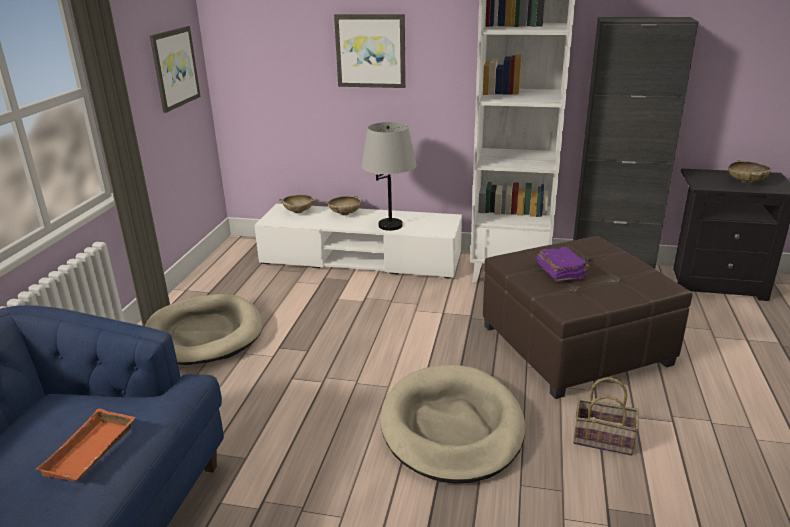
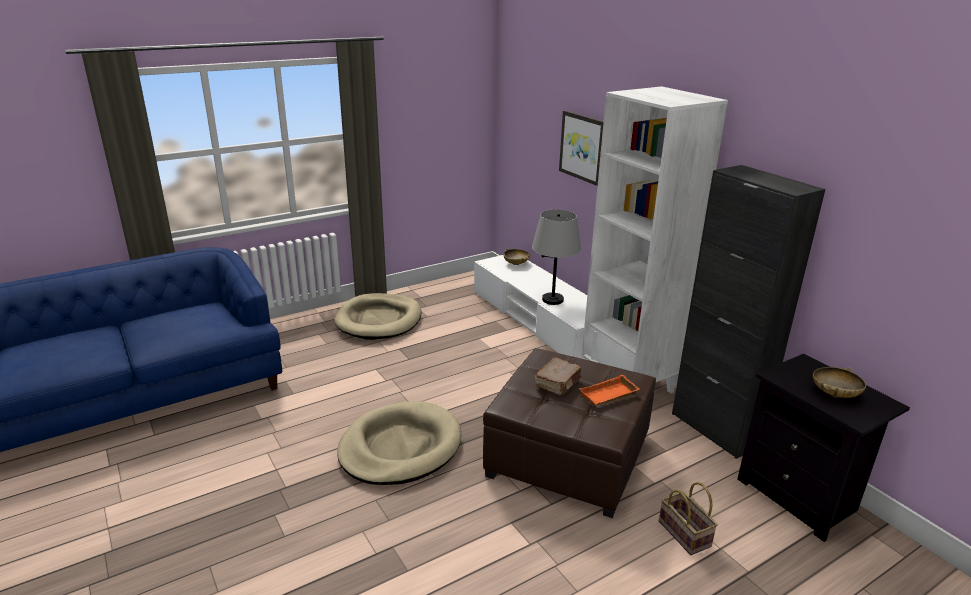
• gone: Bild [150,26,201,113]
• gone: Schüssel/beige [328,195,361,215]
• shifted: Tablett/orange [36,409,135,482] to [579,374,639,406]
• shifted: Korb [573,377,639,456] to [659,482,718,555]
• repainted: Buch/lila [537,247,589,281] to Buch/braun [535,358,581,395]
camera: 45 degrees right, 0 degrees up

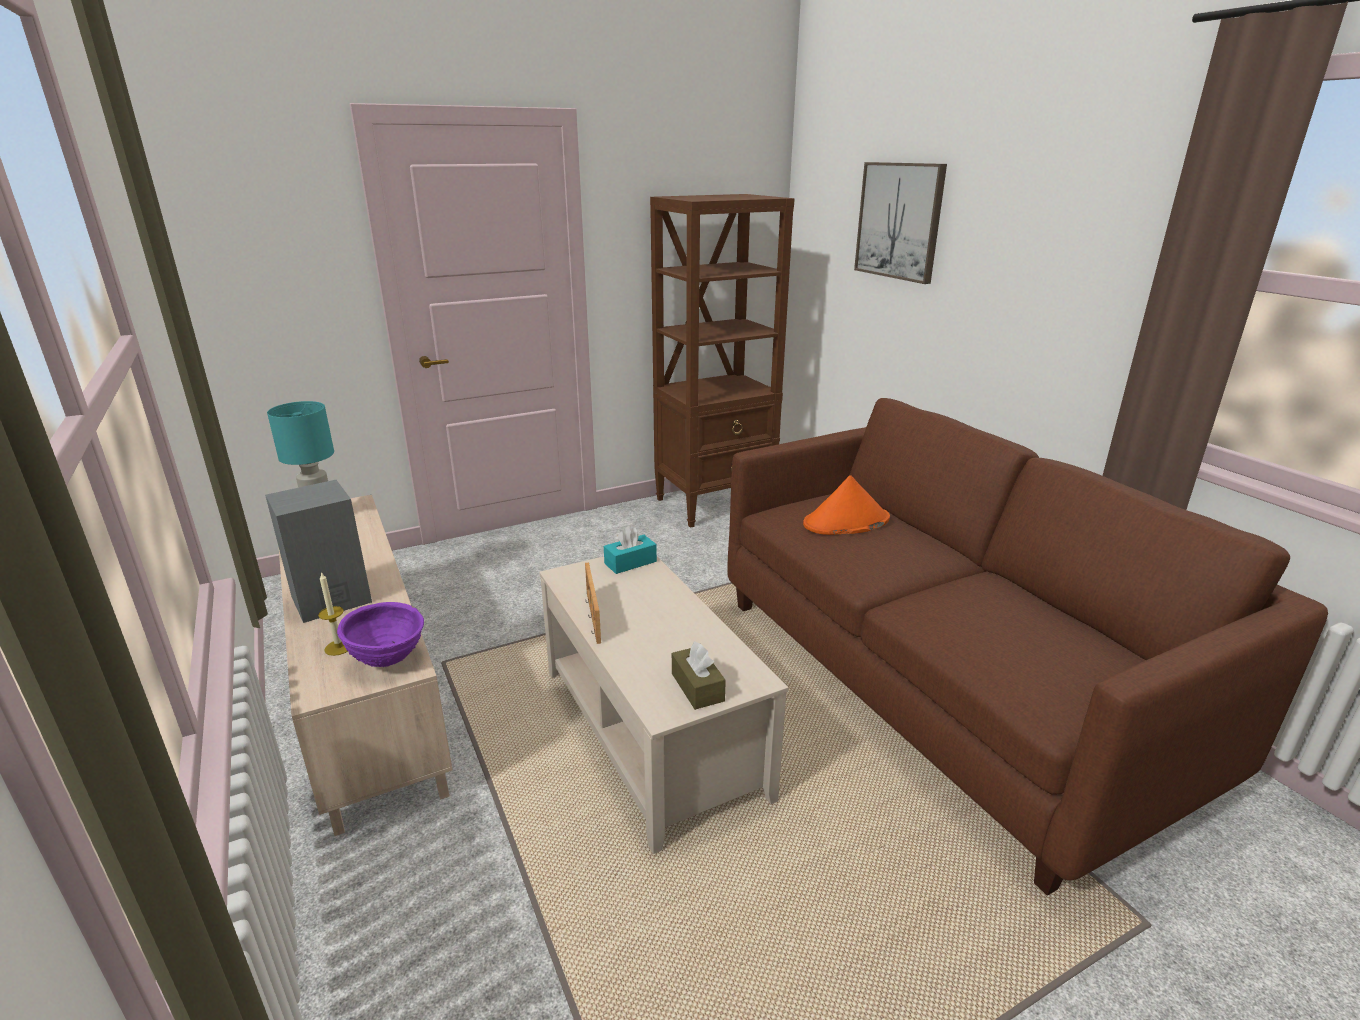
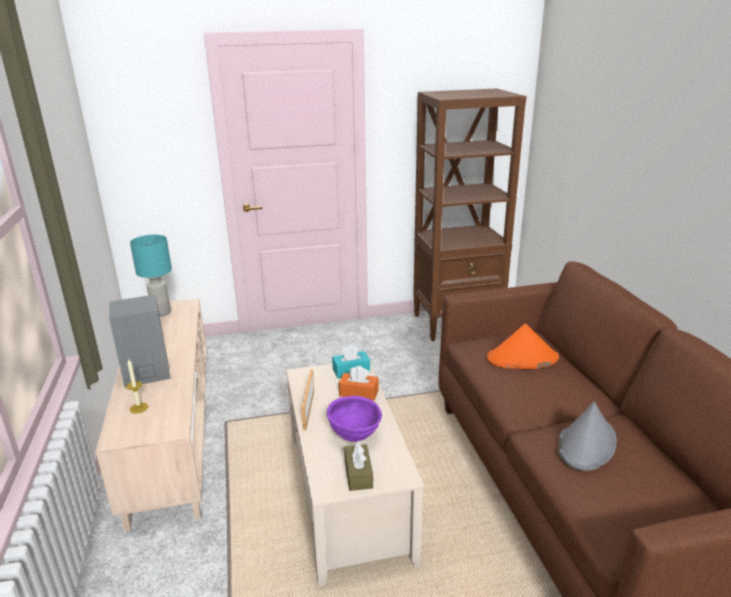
• gone: Bild [854,162,947,284]
• new: Taschentuchbox/orange [339,366,379,401]
• new: Hut/grau [558,402,617,471]
• shifted: Schüssel/lila [337,602,424,667] to [327,396,382,442]
camera: 15 degrees right, 0 degrees up

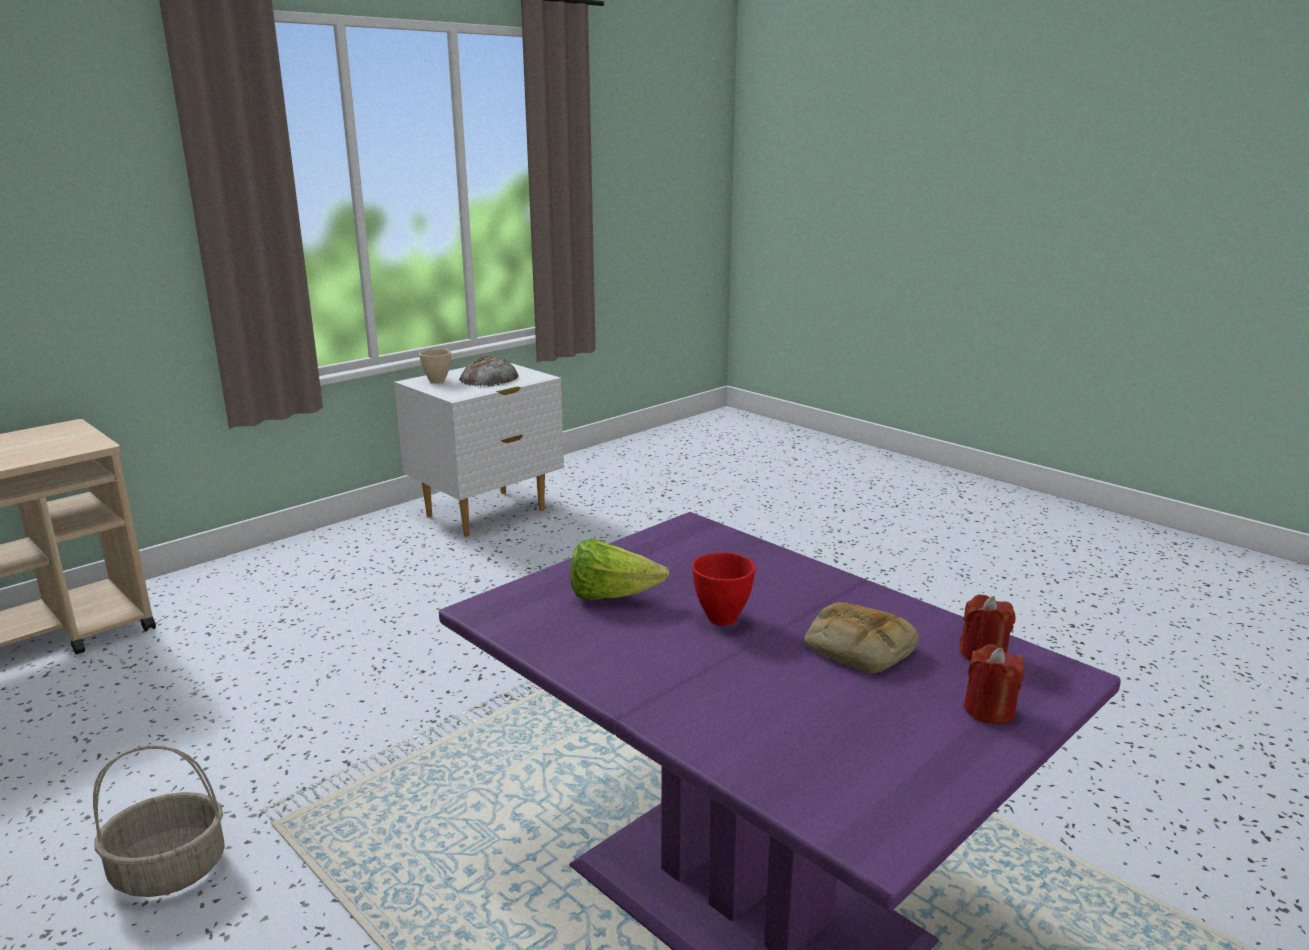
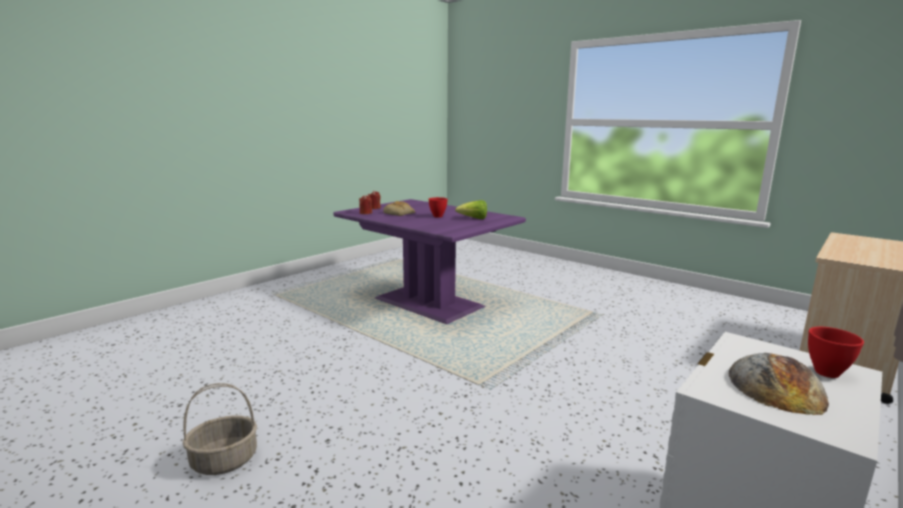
• shifted: Korb [93,745,225,897] to [183,383,257,475]
• repainted: Schüssel/beige [419,349,451,383] to Schüssel/rot [808,327,864,378]
camera: 175 degrees right, 5 degrees down

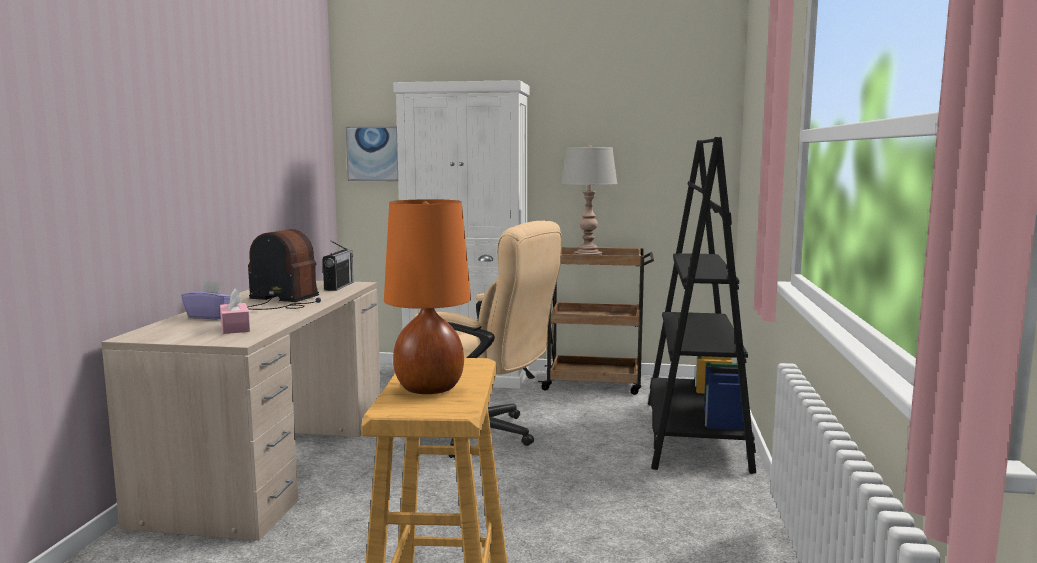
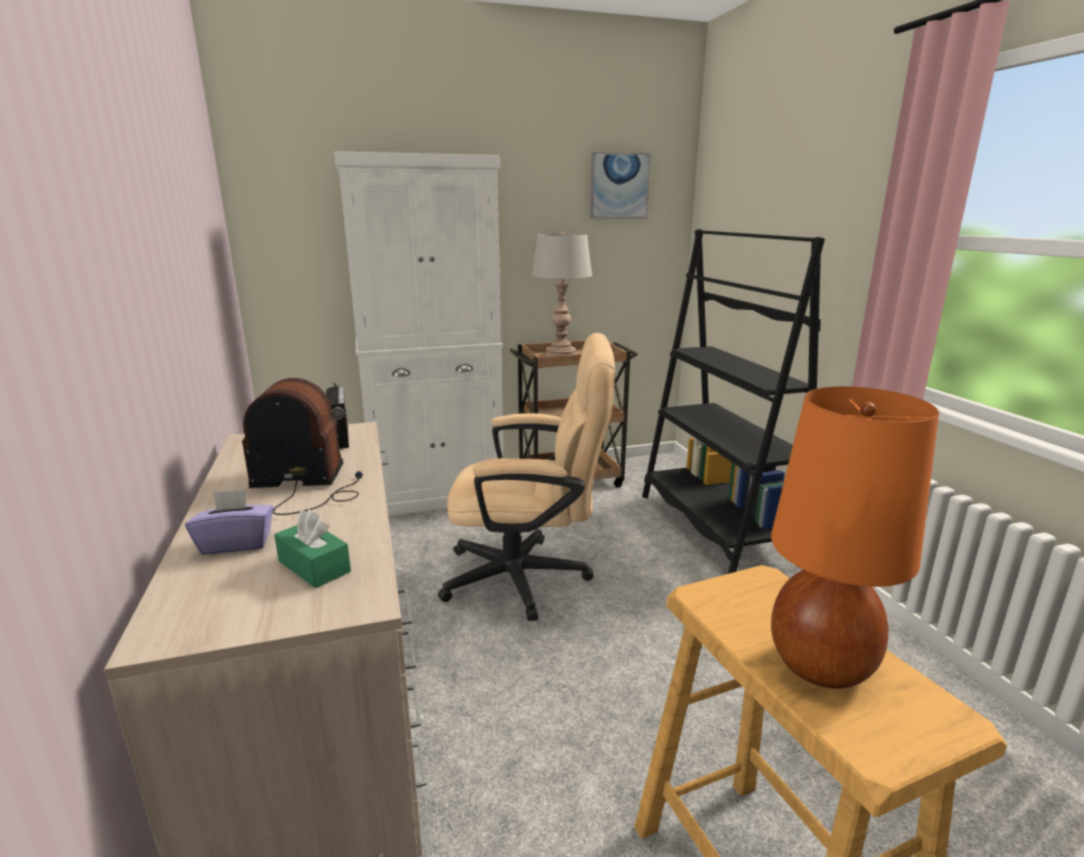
• shifted: Bild [346,126,398,181] to [590,152,650,218]
• repainted: Taschentuchbox/rosa [220,289,250,334] to Taschentuchbox/grün [274,509,351,588]
camera: 25 degrees left, 10 degrees up

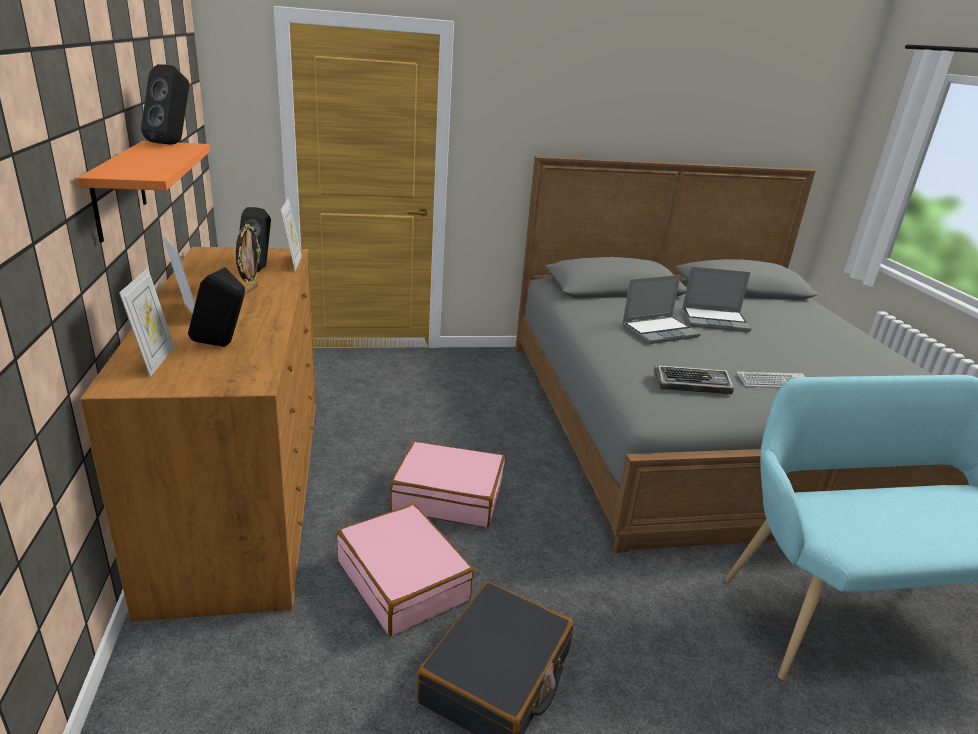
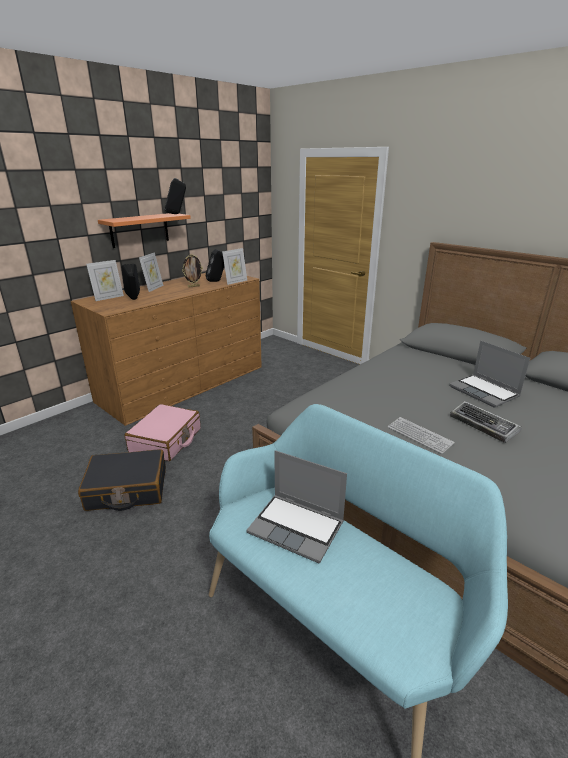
• gone: Koffer/rosa [390,441,505,527]
• shifted: Laptop [622,275,701,344] to [246,450,347,564]
• shifted: Tastatur [654,365,734,394] to [450,401,522,443]
camera: 55 degrees right, 0 degrees up

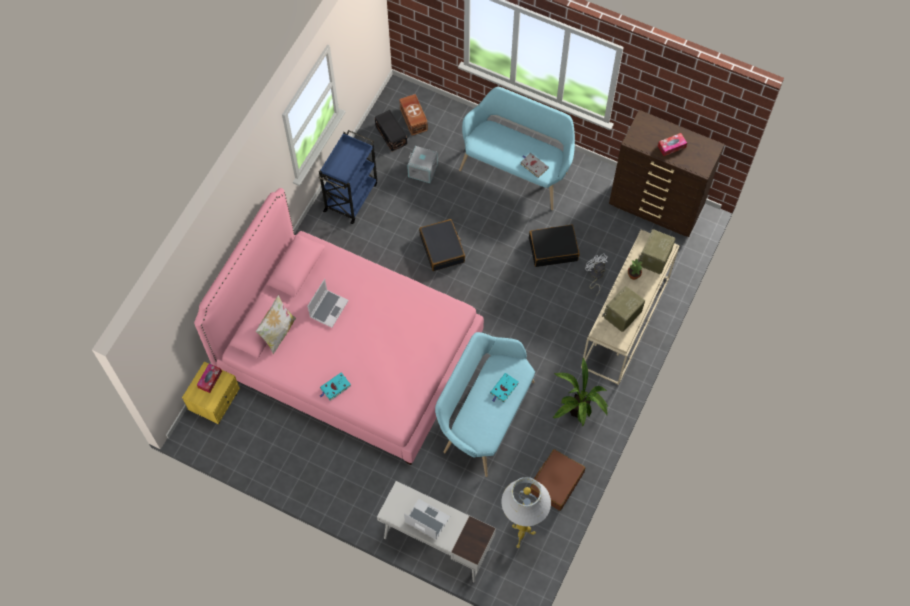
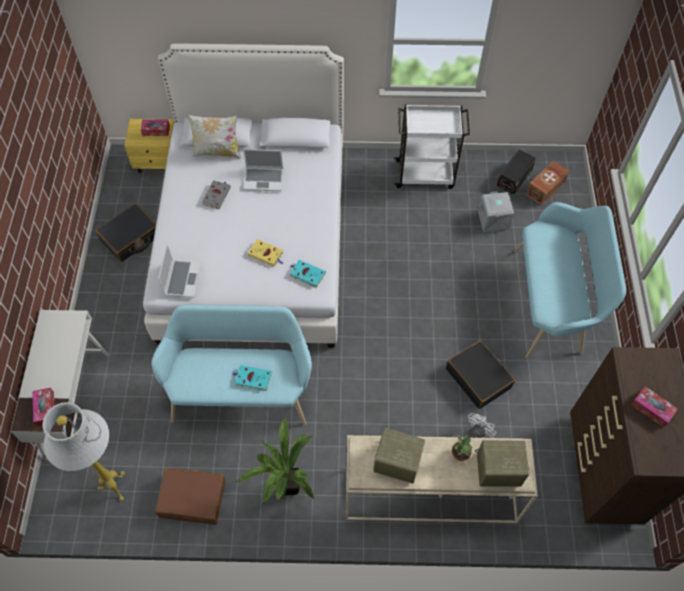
• new: Taschentuchbox [32,388,55,426]
• new: Buch/gelb [248,239,284,267]
• shifted: Buch/türkis [320,373,351,401] to [289,260,326,288]
• shifted: Laptop [404,499,450,540] to [158,244,202,298]
• shifted: Koffer/schwarz [419,219,465,271] to [95,204,156,262]
• shifted: Buch/grau [521,153,549,178] to [202,180,231,209]
• repainted: Bett/rosa [194,188,484,465] to Bett/weiß [143,43,344,348]
• repainted: Rollwagen/blau [319,130,377,224] to Rollwagen/weiß [394,104,470,189]
camera: 65 degrees right, 5 degrees down

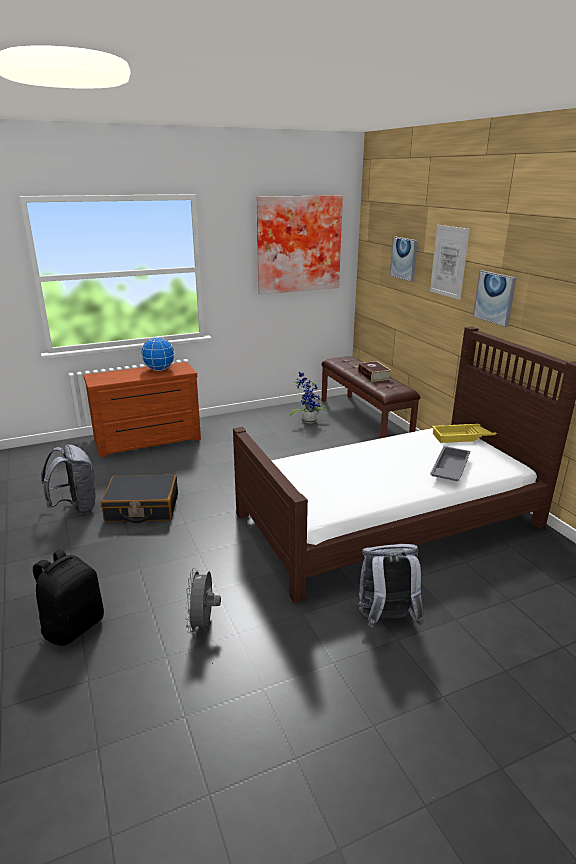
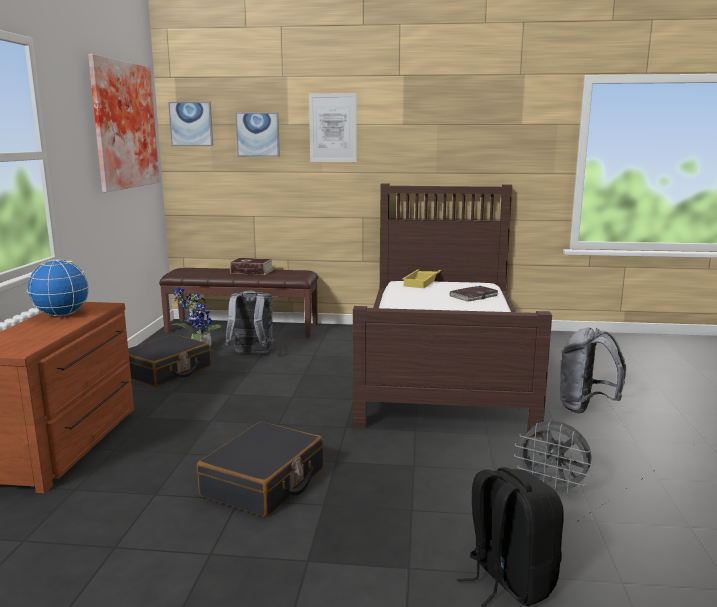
• new: Koffer/schwarz [128,334,211,387]
• shifted: Rucksack/grau [41,444,97,514] to [225,291,275,354]
• shifted: Bild [473,270,517,327] to [168,102,213,146]
• swapped: Tablett/grau [430,446,471,481] to Buch [450,286,498,302]
camera: 60 degrees left, 10 degrees down

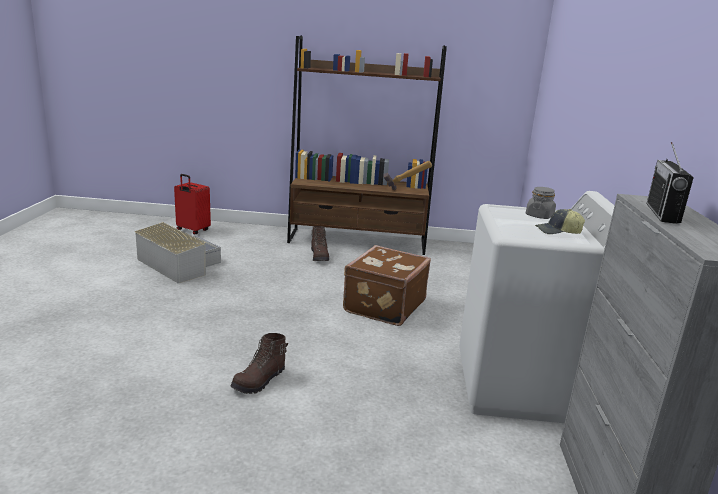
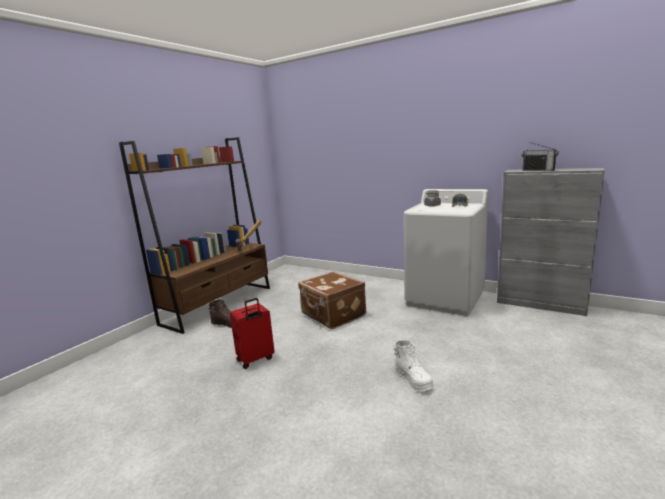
• gone: Aufbewahrungsbox/grau [135,222,221,283]
• shifted: Koffer/rot [174,174,211,235] to [230,298,274,369]
• repainted: Stiefel/braun [230,333,288,394] to Stiefel/weiß [394,340,434,391]
camera: 60 degrees left, 5 degrees down

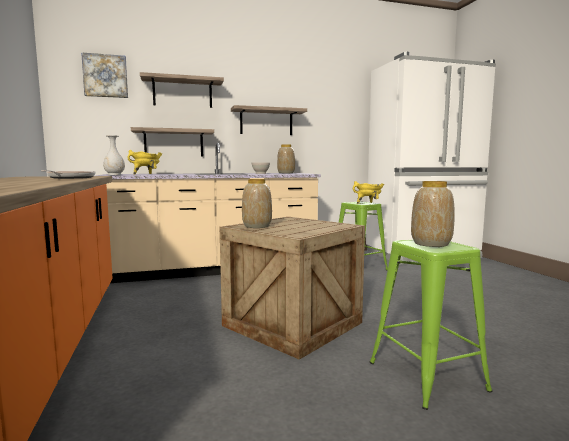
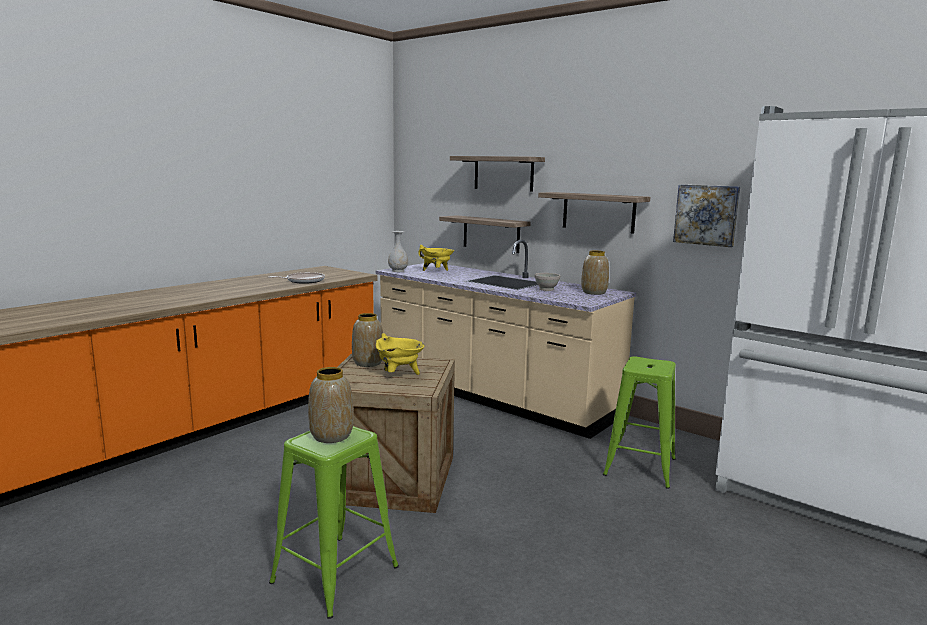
• shifted: Bild [81,52,128,98] to [673,184,740,247]
• shifted: Kochtopf/gelb [353,181,384,204] to [376,333,425,375]
camera: 55 degrees right, 5 degrees up

